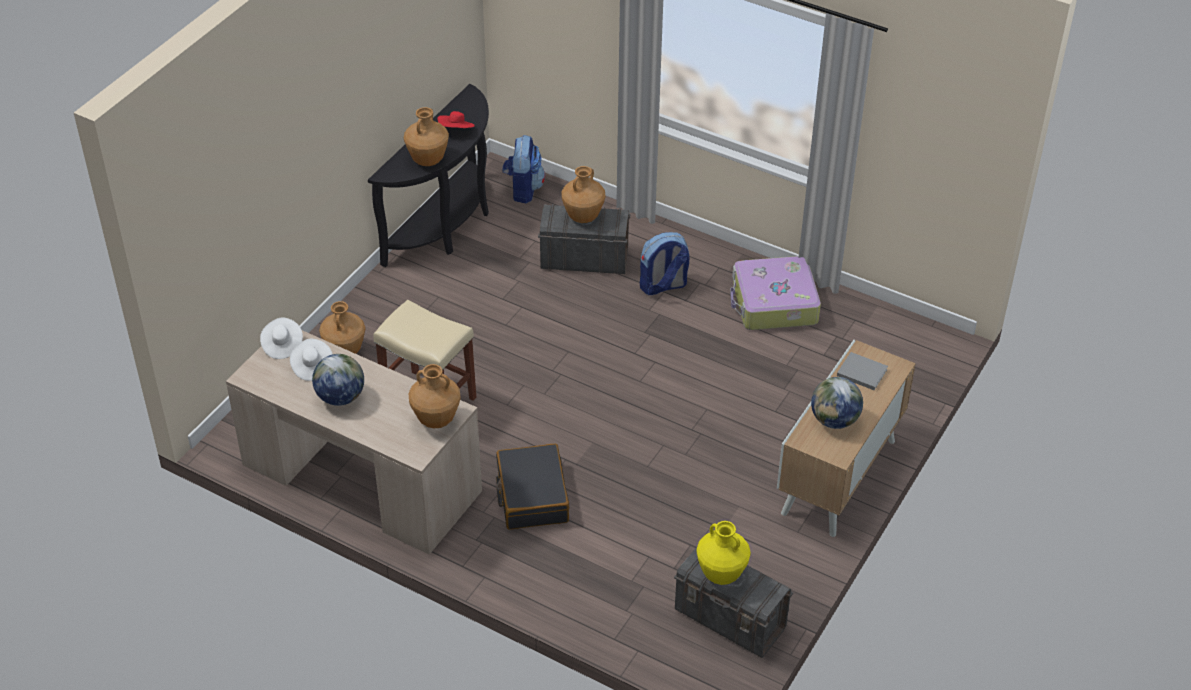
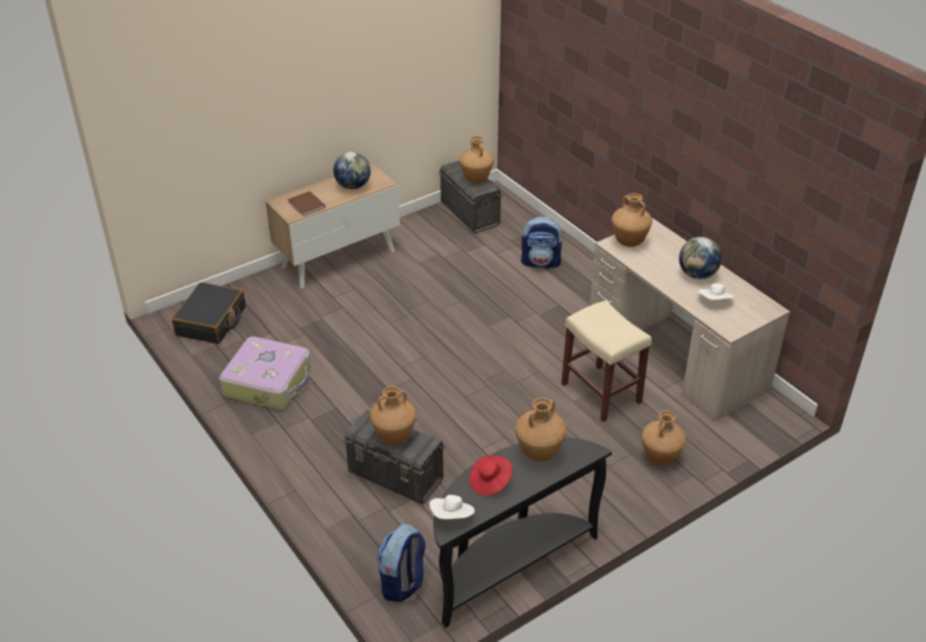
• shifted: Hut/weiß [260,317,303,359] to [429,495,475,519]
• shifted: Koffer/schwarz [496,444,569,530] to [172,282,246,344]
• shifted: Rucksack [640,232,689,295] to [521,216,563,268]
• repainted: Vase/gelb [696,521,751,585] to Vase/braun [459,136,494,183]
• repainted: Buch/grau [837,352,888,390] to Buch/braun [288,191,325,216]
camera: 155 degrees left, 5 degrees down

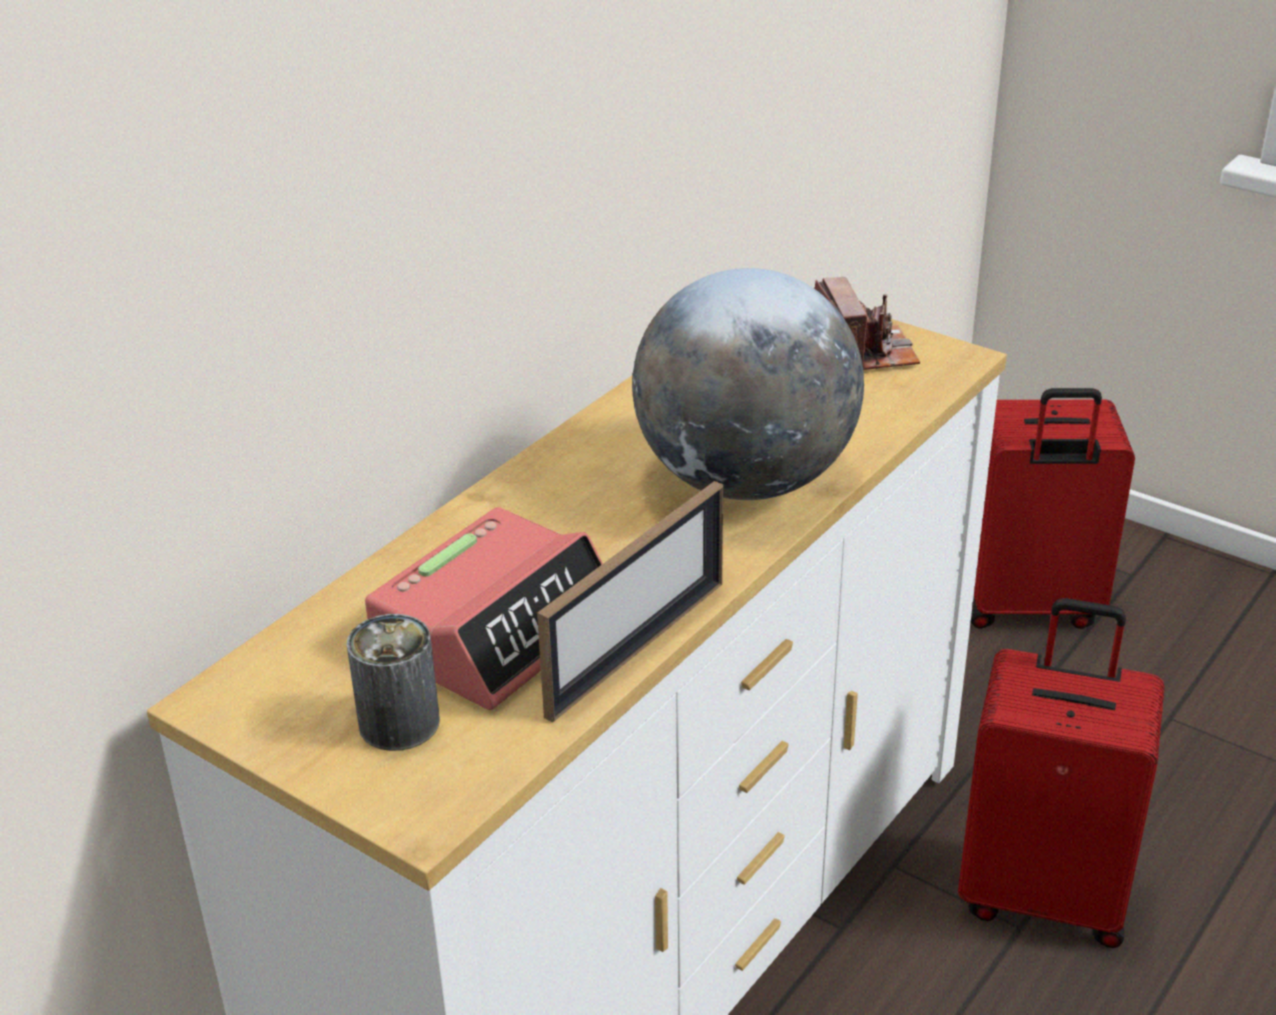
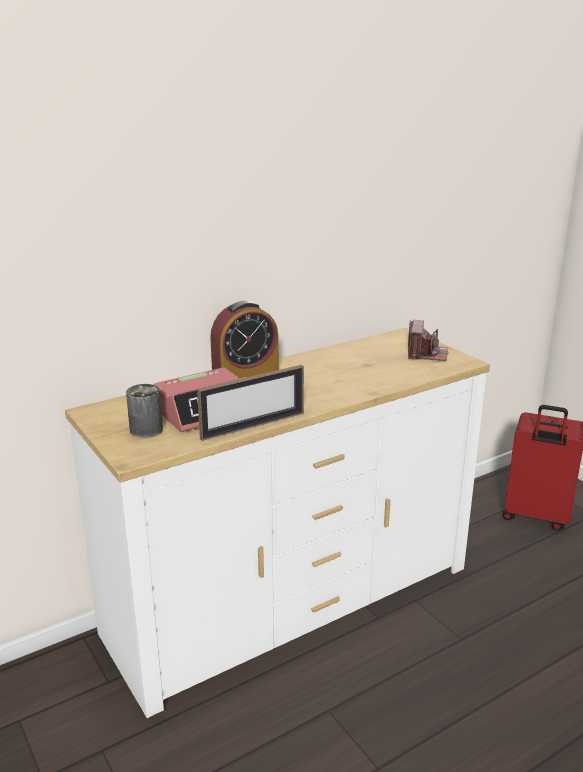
• gone: Globus [632,268,864,500]
• gone: Koffer/rot [958,598,1165,948]
• new: Wecker [210,300,279,378]
camera: 20 degrees right, 10 degrees down

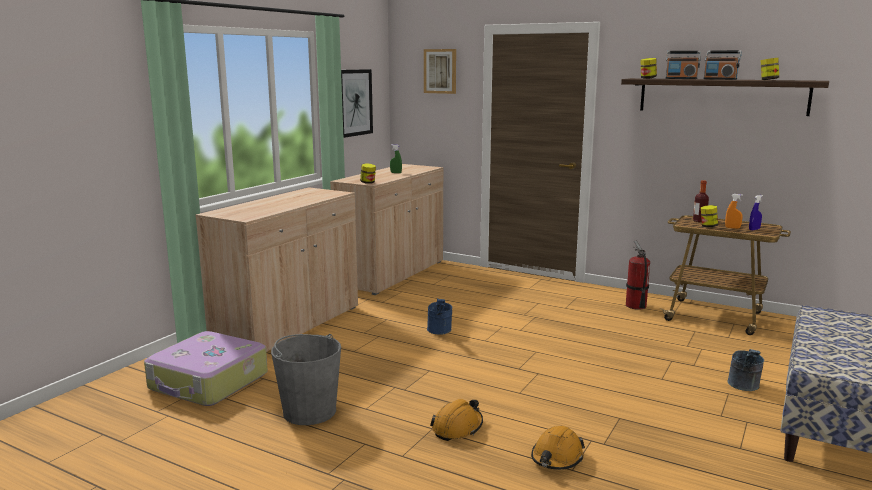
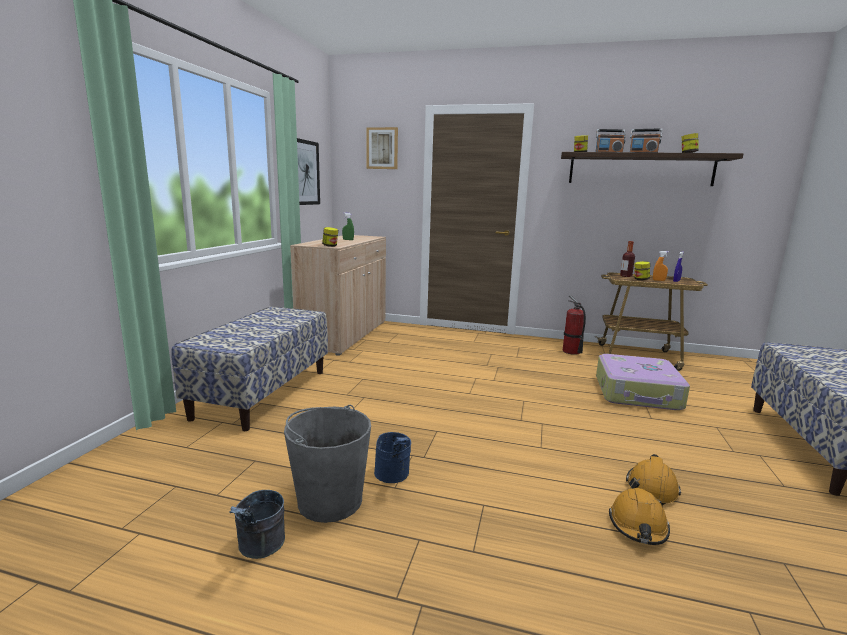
• shifted: Koffer [144,331,268,406] to [596,354,690,410]
• shifted: Eimer/blau [427,299,452,335] to [374,432,411,483]
• shifted: Schutzhelm/orange [430,399,483,441] to [626,454,681,505]
• shifted: Eimer/grau [727,349,764,391] to [230,490,285,559]
• swapped: Schrank/beige [195,187,358,352] to Bank [171,306,328,431]
camera: 15 degrees left, 0 degrees up

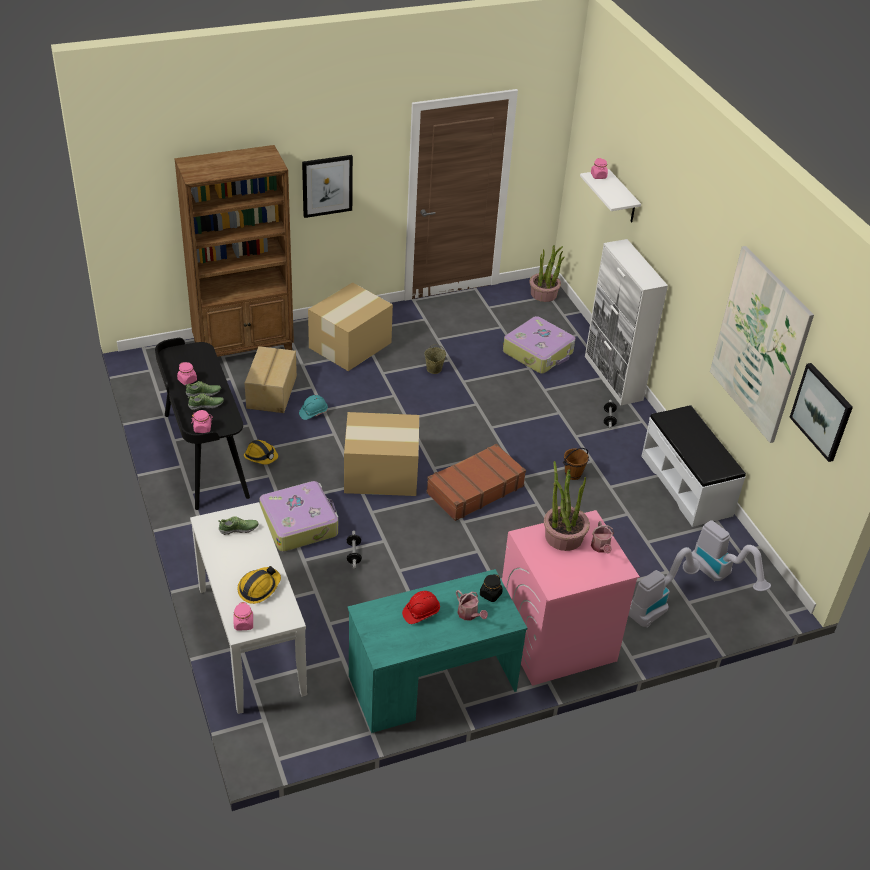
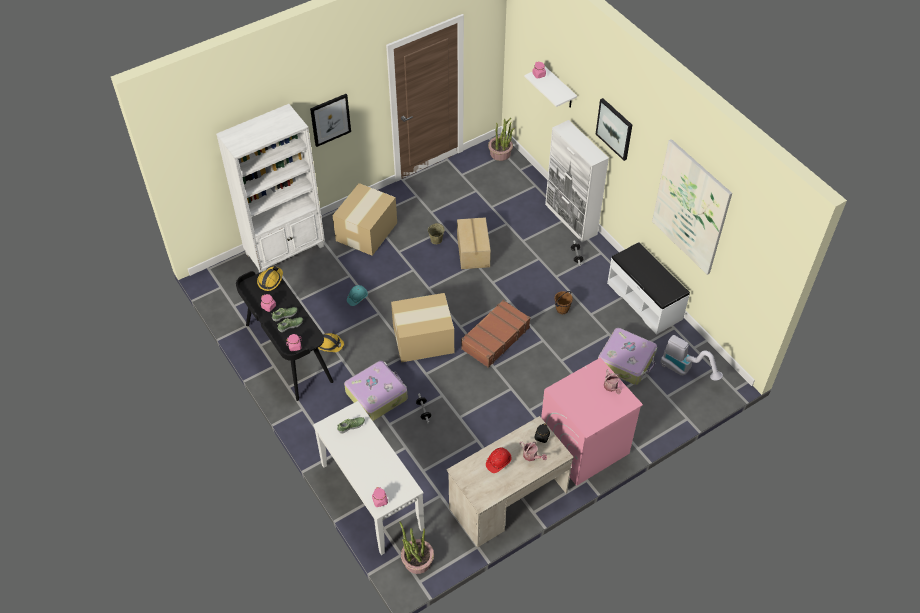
• gone: Staubsauger [628,547,700,628]
• shifted: Schutzhelm [237,566,281,604] to [257,266,283,291]
• shifted: Karton [245,346,297,413] to [457,217,491,269]
• shifted: Koffer [503,316,575,374] to [598,328,657,385]
• shifted: Topfpflanze [544,461,590,551] to [399,521,434,574]
• shifted: Bild [789,363,853,462] to [596,98,632,161]
• repainted: Bücherregal/braun [174,145,294,357] to Bücherregal/weiß [216,104,325,273]
• repainted: Schreibtisch/türkis [347,569,527,733] to Schreibtisch/beige [446,416,574,548]
camera: 10 degrees left, 10 degrees up

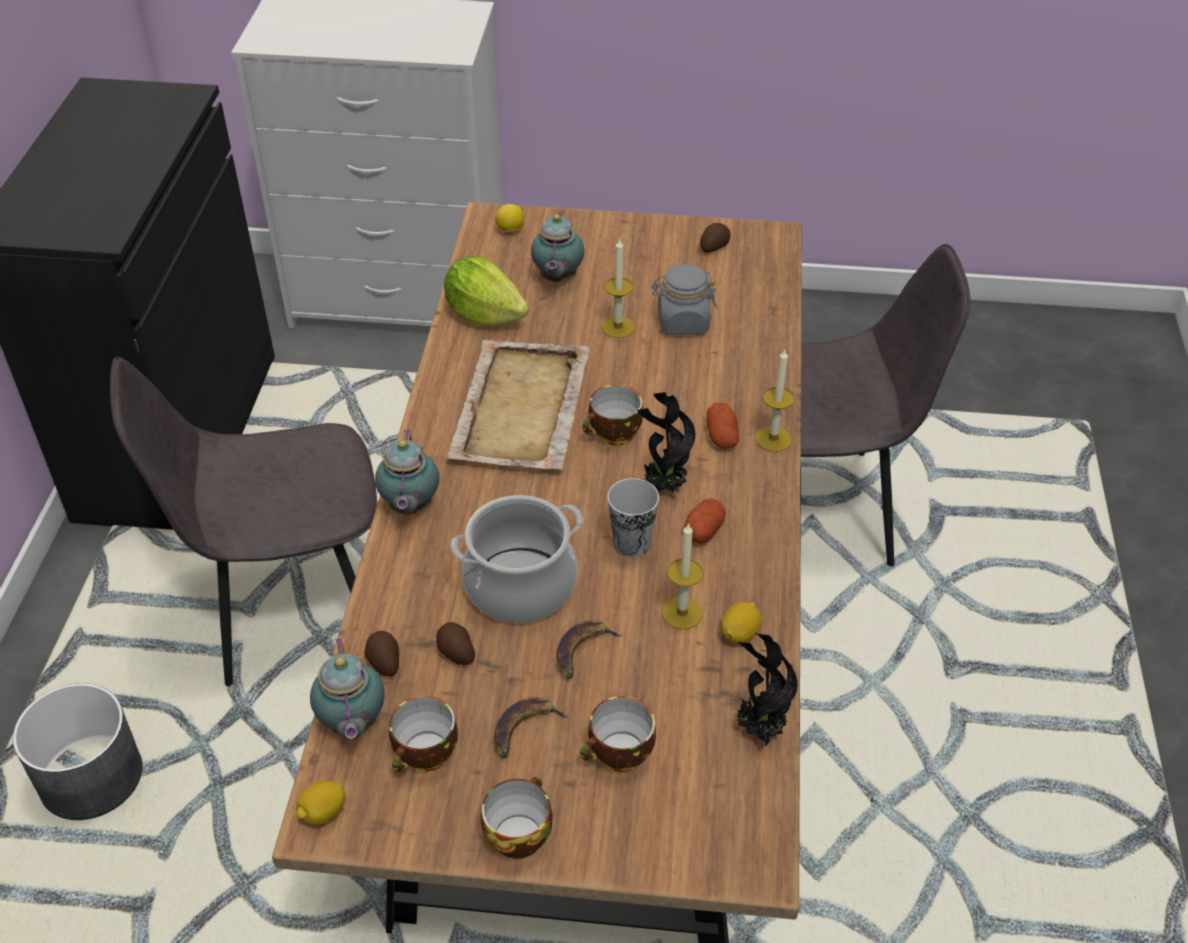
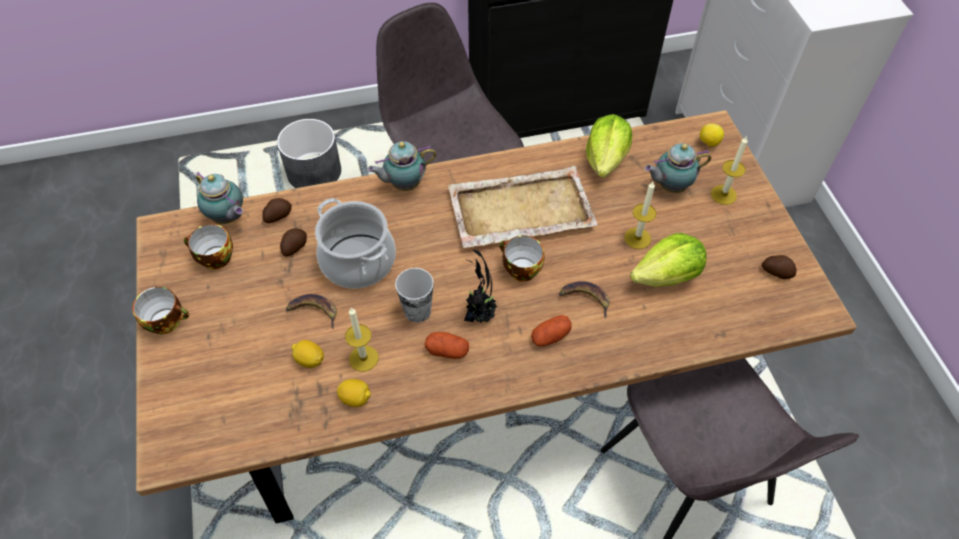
• gone: Tasse [580,696,656,772]
• gone: Topfpflanze [737,633,797,746]
• shifted: Zitrone [296,780,346,825] to [291,340,324,368]
• shifted: Banane [494,697,569,758] to [559,281,610,318]
• shifted: Kerze [755,350,795,452] to [711,136,748,205]
• swapped: Vorratsglas/grau [652,264,717,335] to Salatkopf [630,233,707,287]
• rotated: Teekanne [310,637,385,740] = [195,171,243,224] 105 degrees counterclockwise
camera: 70 degrees right, 10 degrees up

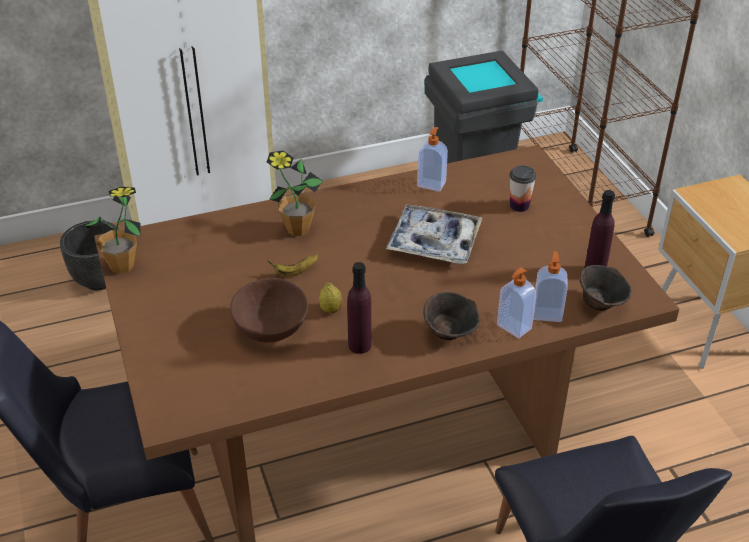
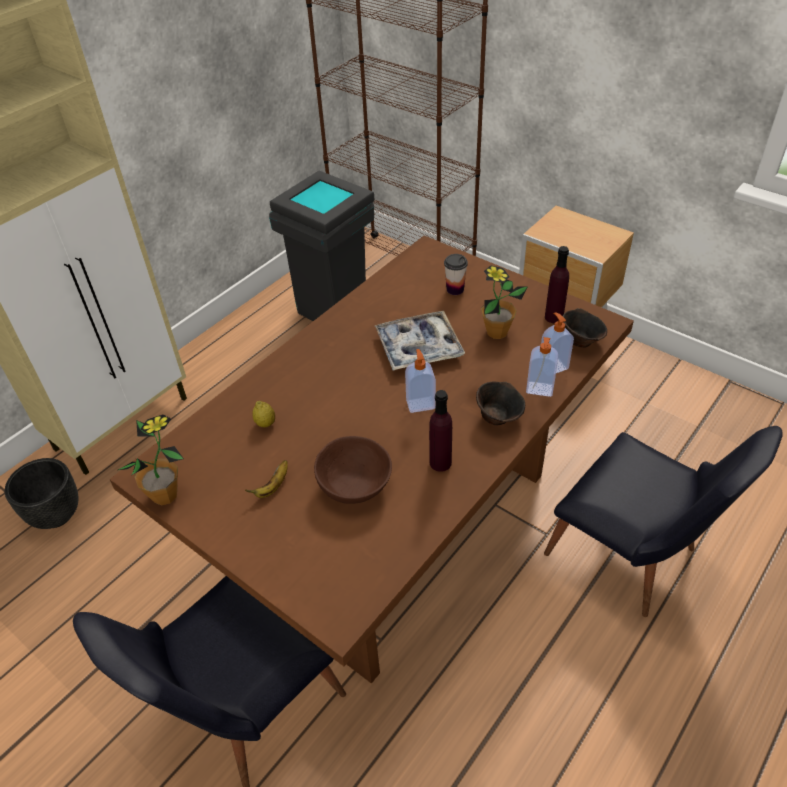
• shifted: Topfpflanze [267,151,323,236] to [481,265,528,339]
• shifted: Banane [267,254,319,276] to [245,460,288,498]
• shifted: Zitrone [319,283,342,313] to [252,401,275,427]
• shifted: Seifenspender [417,127,448,192] to [405,349,436,413]
camera: 30 degrees left, 5 degrees up

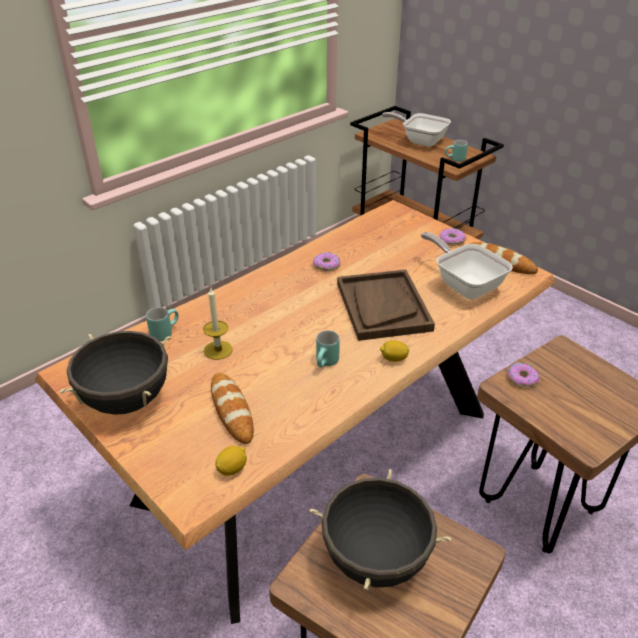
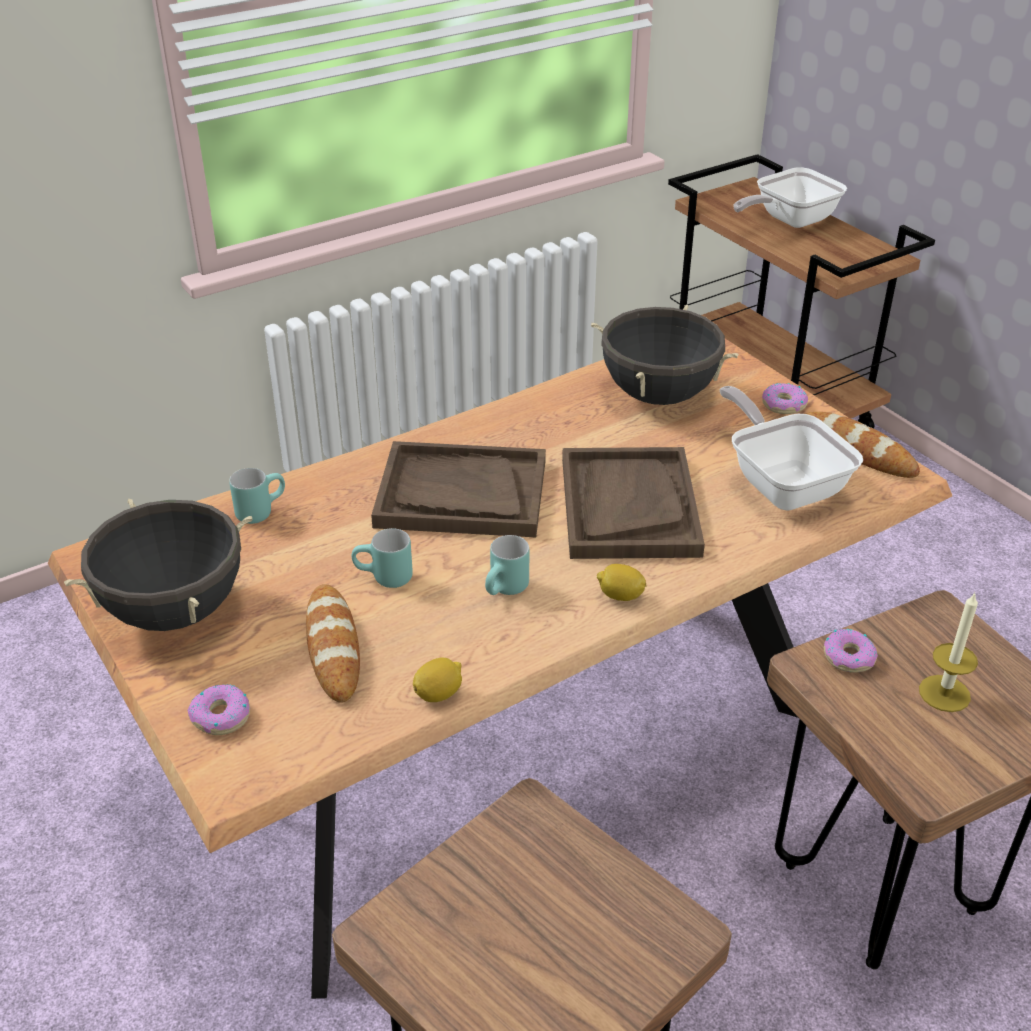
• new: Tablett/braun [371,441,546,537]
• shifted: Kerze [203,288,233,360] to [919,593,978,712]
• shifted: Zitrone [215,446,247,476] to [413,658,462,702]
• shifted: Kochtopf/schwarz [310,469,452,591] to [591,304,739,405]
• shifted: Donut [313,252,340,271] to [188,684,250,735]
• shifted: Henkelbecher/türkis [445,140,468,162] to [352,528,413,588]
• rotated: Pfanne [382,112,451,147] = [733,167,847,228] 75 degrees counterclockwise
camera: 10 degrees right, 0 degrees up

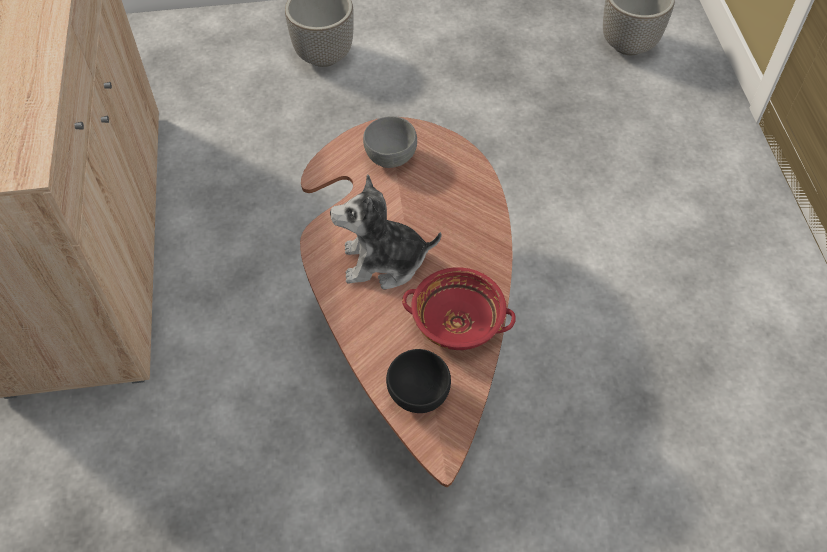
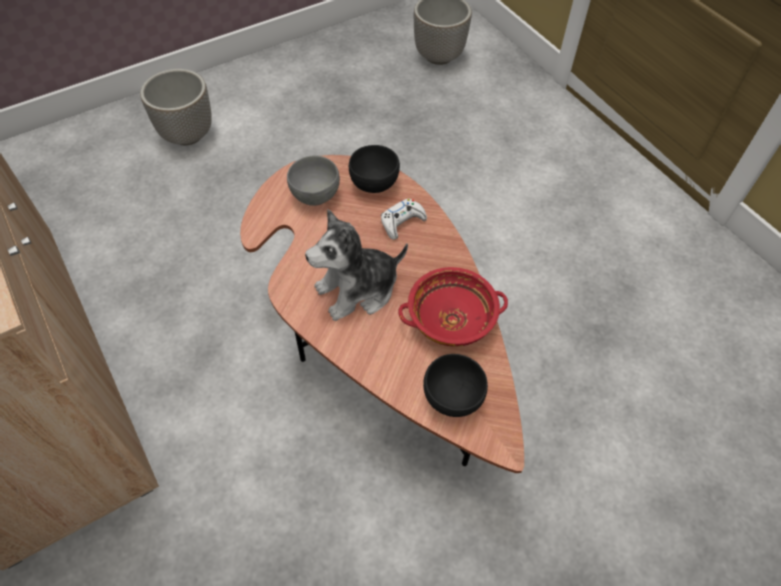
• new: Schüssel/schwarz [349,145,400,193]
• new: Gamepad/weiß [381,199,427,240]
camera: 25 degrees left, 0 degrees up

